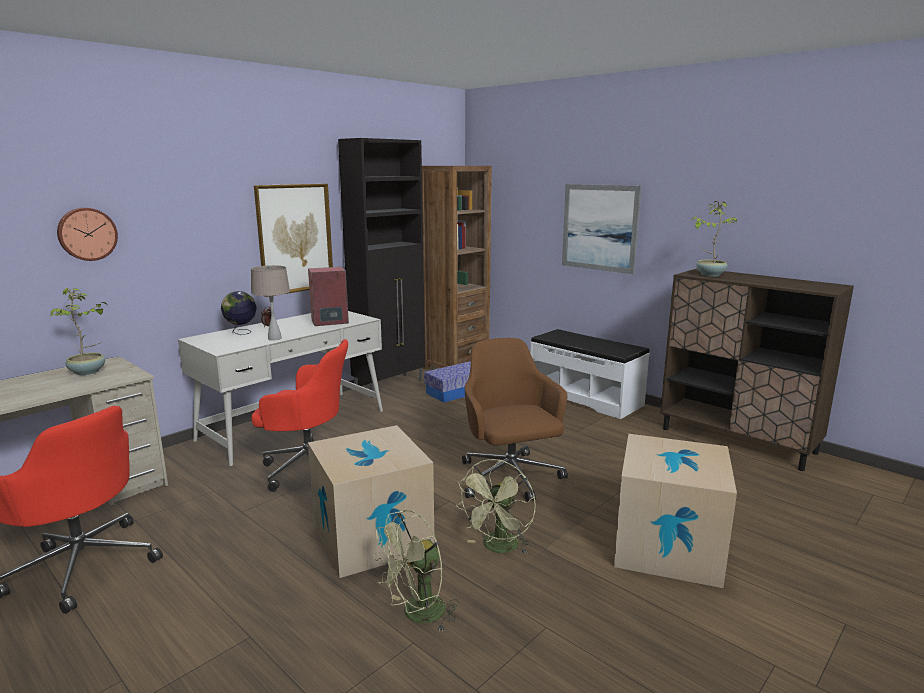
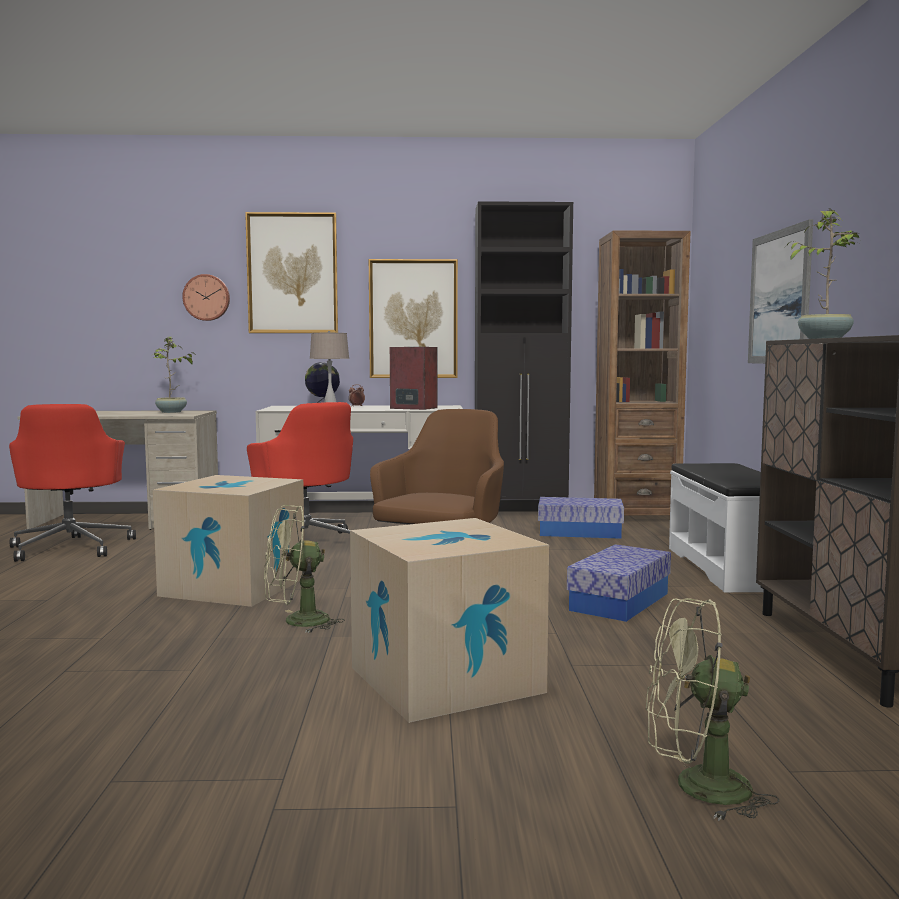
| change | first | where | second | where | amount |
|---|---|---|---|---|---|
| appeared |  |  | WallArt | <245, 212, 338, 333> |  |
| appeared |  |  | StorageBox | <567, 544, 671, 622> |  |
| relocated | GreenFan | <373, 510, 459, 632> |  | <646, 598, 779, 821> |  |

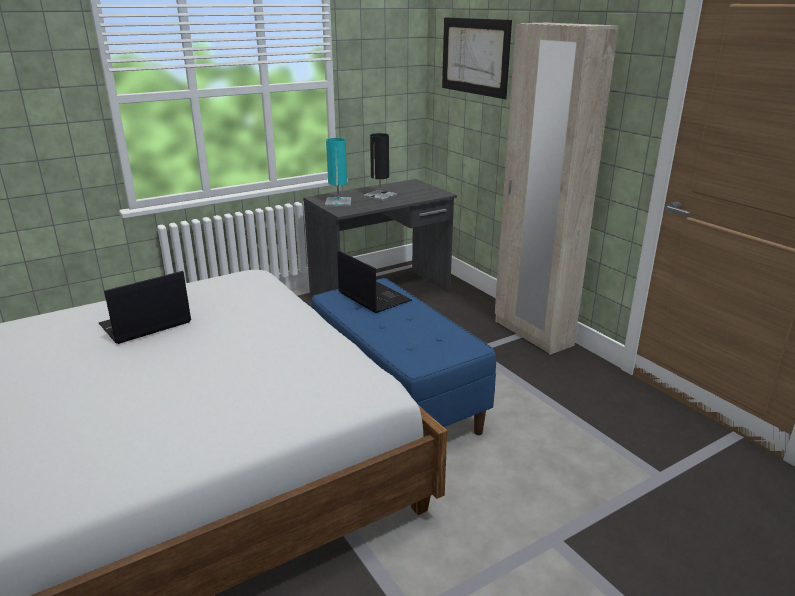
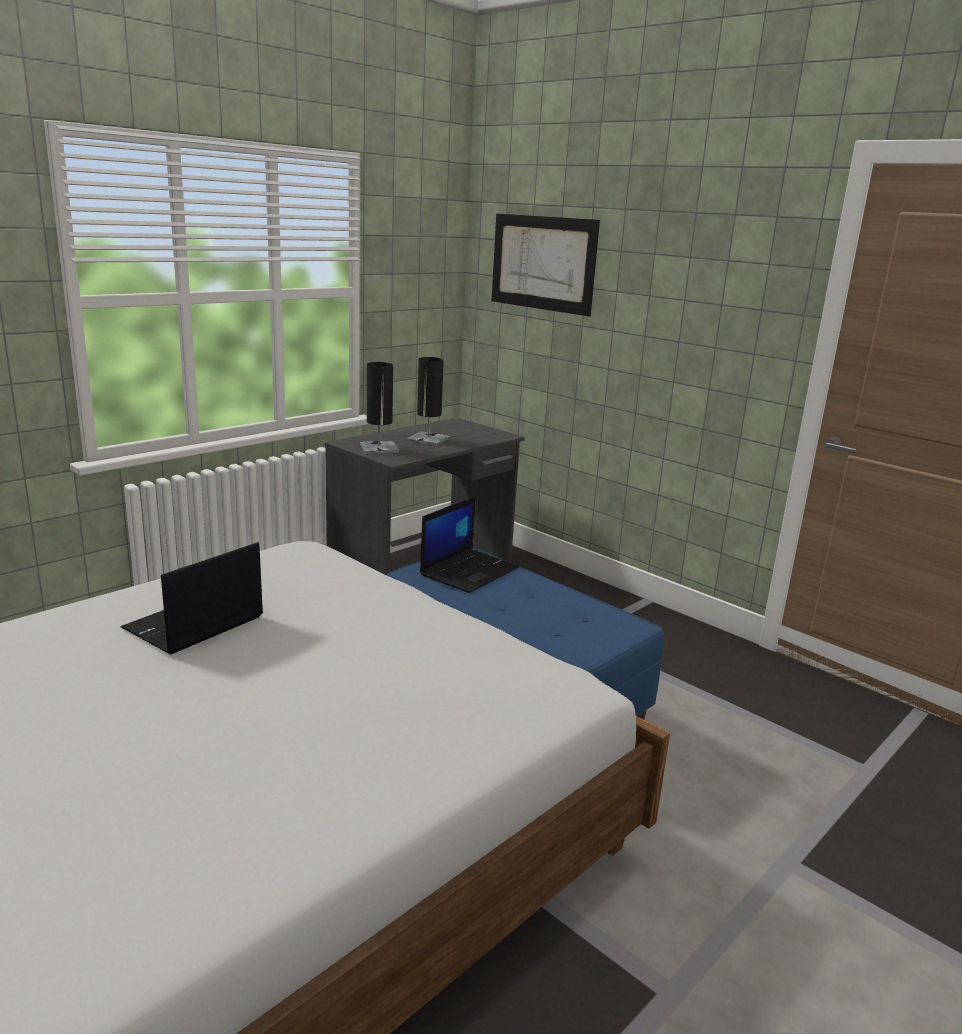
| change | first | where | second | where | amount |
|---|---|---|---|---|---|
| missing | SandColouredClothesCupboard | <495, 23, 619, 355> |  |  |  |
| colour | TurquoiseLampForATable | <325, 138, 351, 207> | BlackColouredLampForATable | <360, 362, 399, 454> |  |
| spun | NotebookComputer | <337, 250, 412, 313> |  | <420, 496, 519, 593> | 90 degrees clockwise |

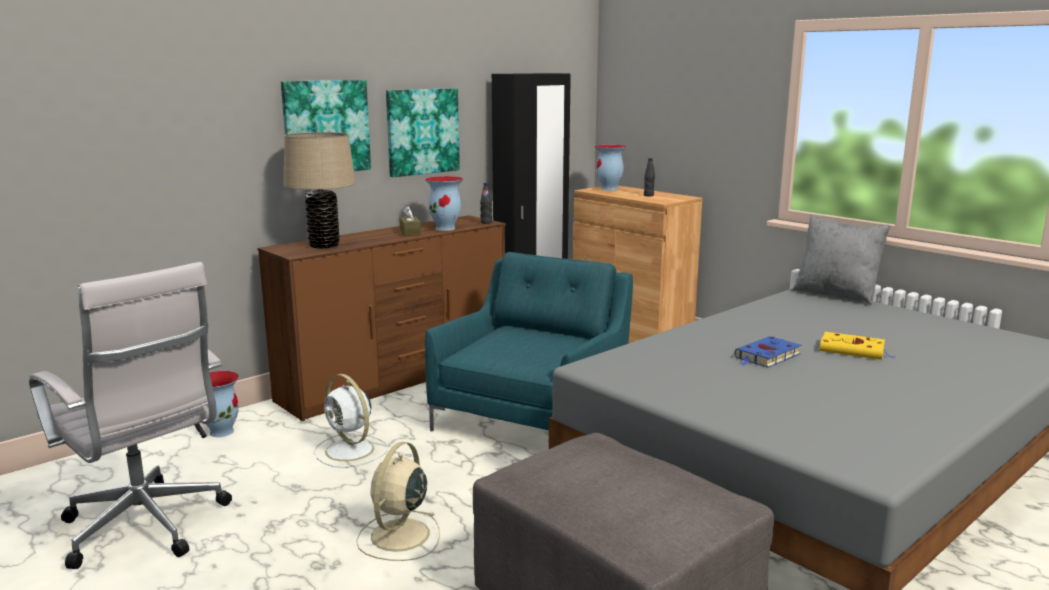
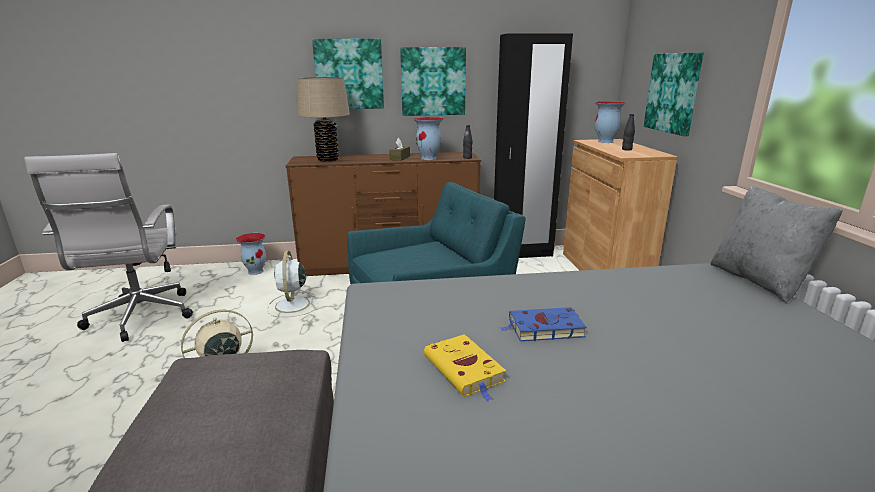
| change | first | where | second | where | amount |
|---|---|---|---|---|---|
| appeared |  |  | WallArt | <644, 52, 704, 136> |  |
| relocated | YellowColouredBook | <819, 332, 894, 360> |  | <424, 334, 506, 402> |  |

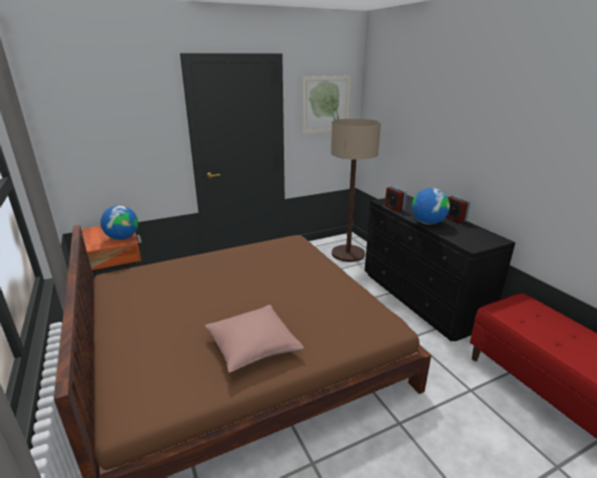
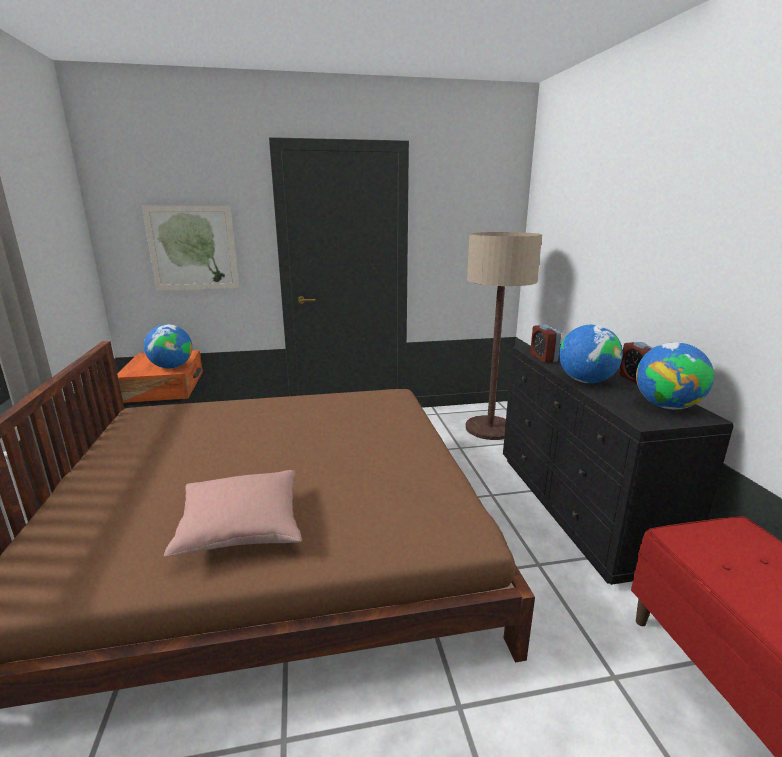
| change | first | where | second | where | amount |
|---|---|---|---|---|---|
| appeared |  |  | Globe | <636, 342, 714, 409> |  |
| relocated | WallArt | <302, 76, 351, 134> |  | <142, 206, 239, 291> |  |

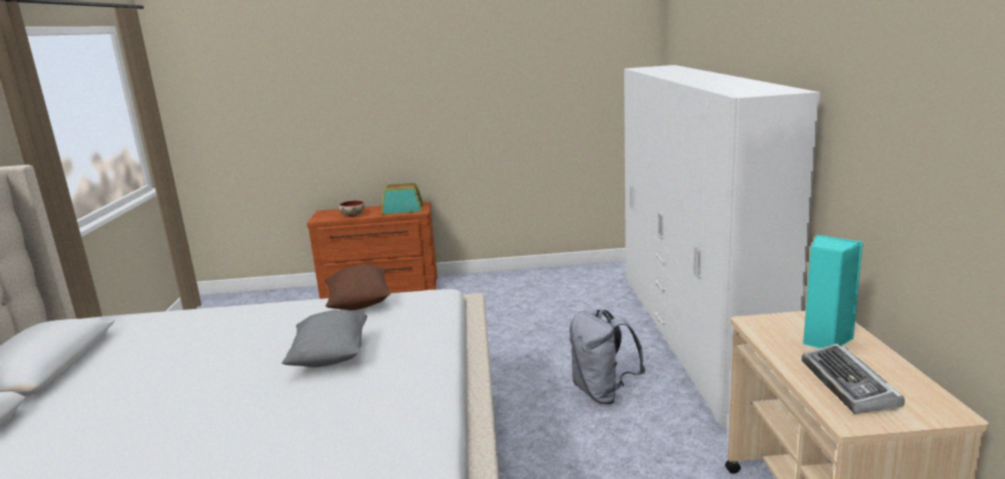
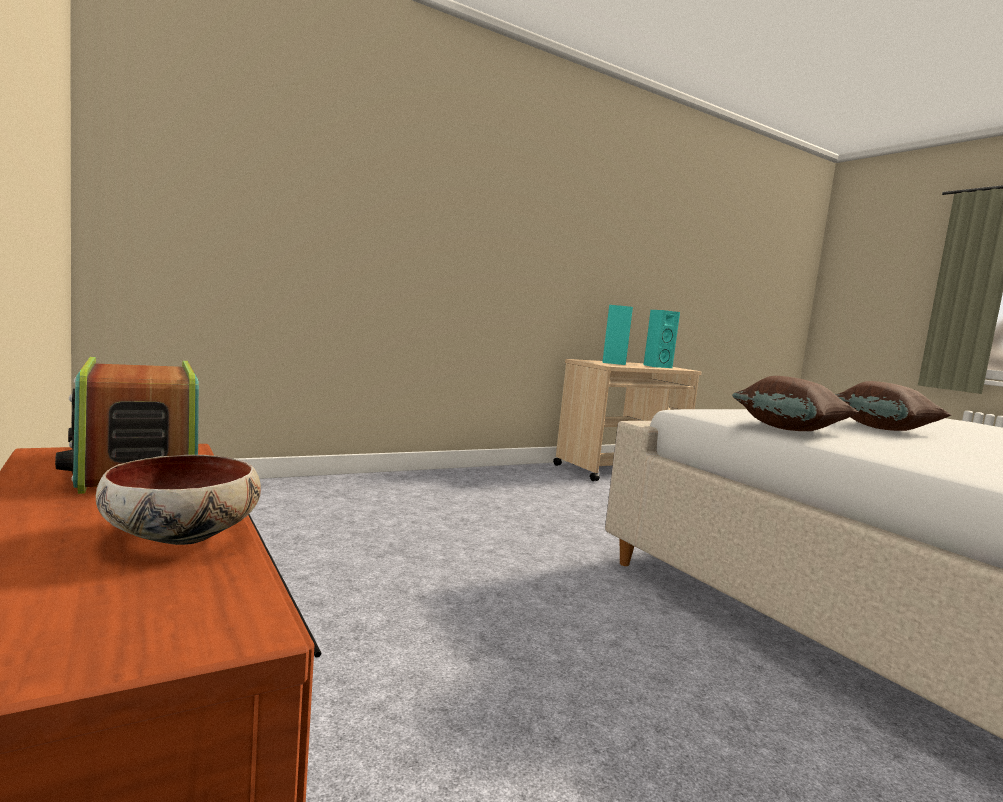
| change | first | where | second | where | amount |
|---|---|---|---|---|---|
| missing | GrayKnapsack | <570, 309, 645, 404> |  |  |  |
| missing | WhiteColouredClothesCupboard | <624, 65, 820, 428> |  |  |  |
| exchanged | ComputerKeyboard | <802, 343, 905, 414> | TurquoiseLoudspeaker | <644, 310, 680, 368> |  |
| colour | GrayCushion | <282, 310, 367, 367> | BrownColouredCushion | <835, 381, 951, 431> |  |

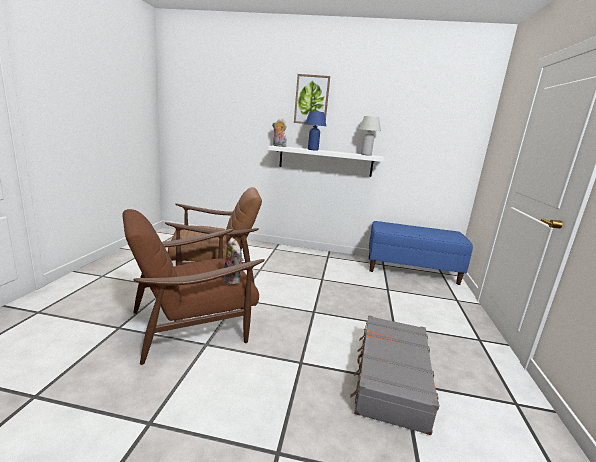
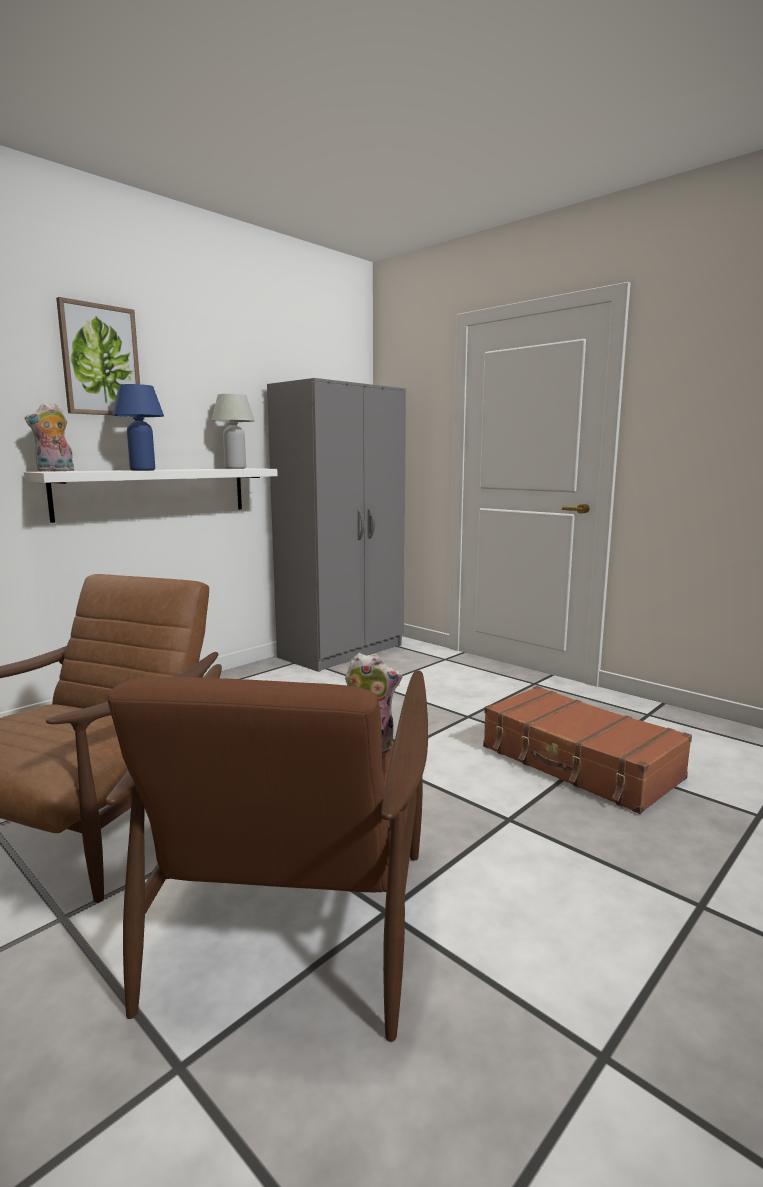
| change | first | where | second | where | amount |
|---|---|---|---|---|---|
| exchanged | BluishIndoorBench | <369, 221, 473, 285> | GrayClothesCupboard | <267, 378, 406, 672> |  |
| colour | GrayTravelCase | <350, 316, 439, 435> | BrownColouredTravelCase | <483, 686, 692, 814> |  |

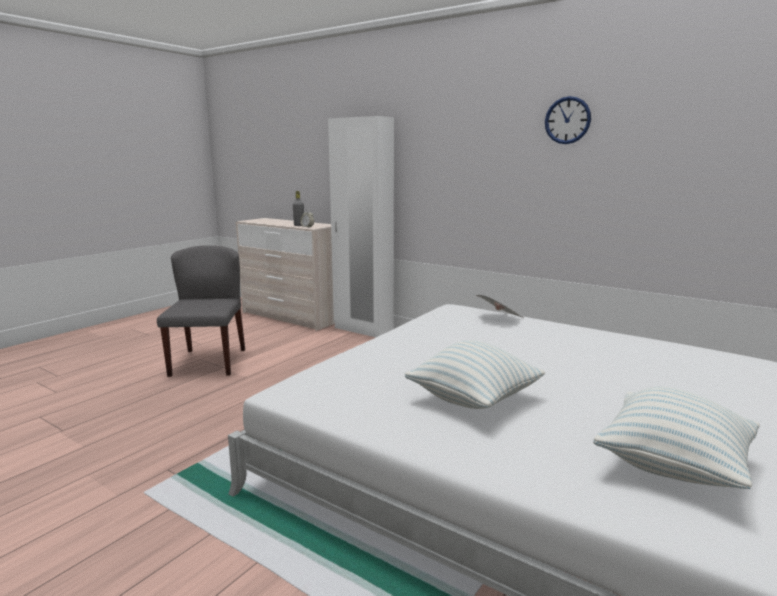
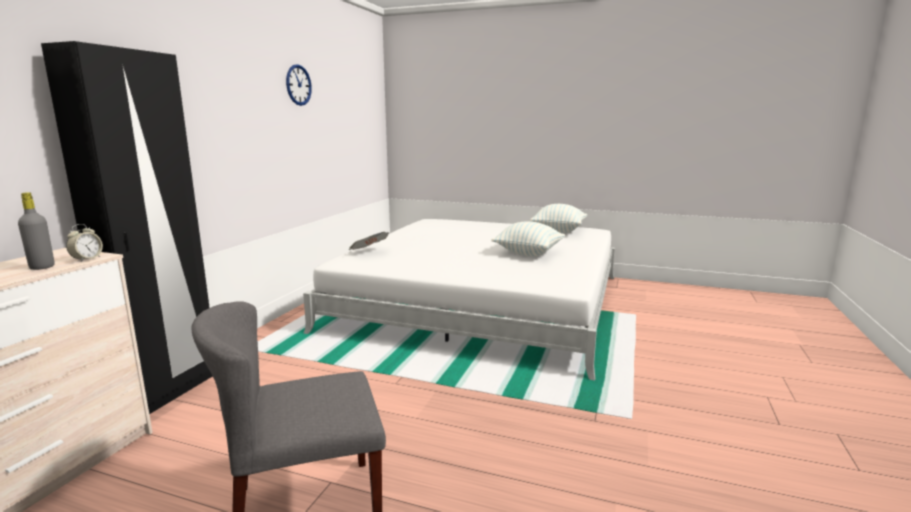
| change | first | where | second | where | amount |
|---|---|---|---|---|---|
| colour | WhiteColouredClothesCupboard | <328, 116, 394, 337> | BlackColouredClothesCupboard | <41, 41, 212, 414> |  |

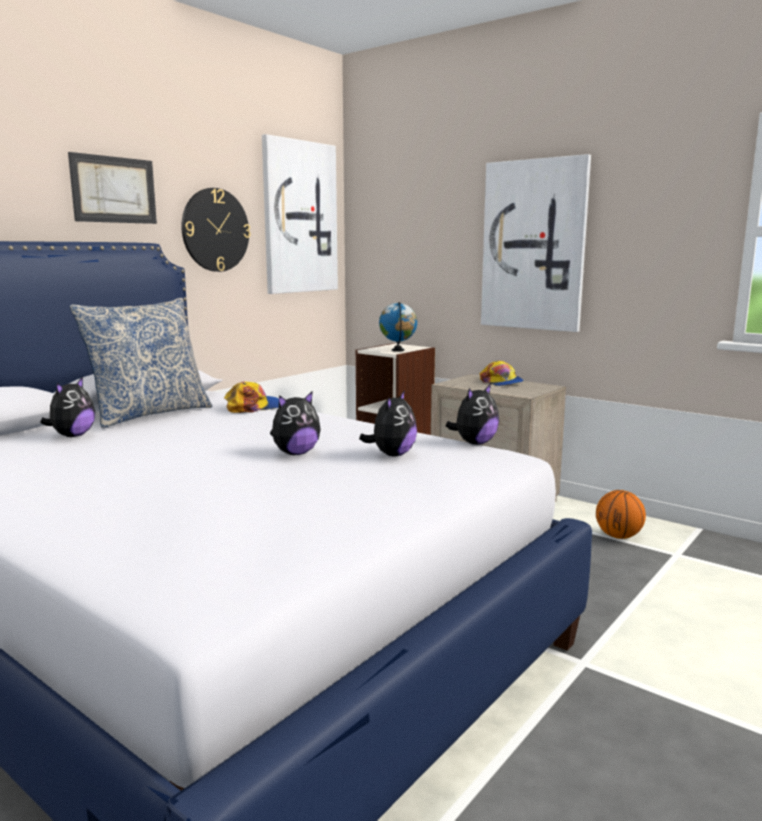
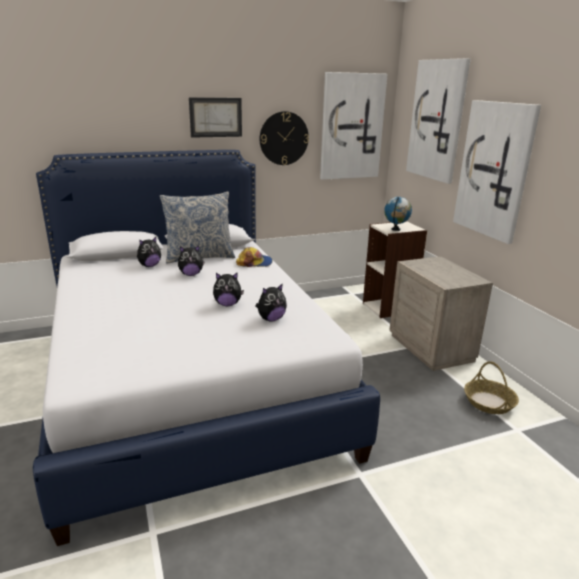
| change | first | where | second | where | amount |
|---|---|---|---|---|---|
| missing | Cap | <480, 361, 524, 386> |  |  |  |
| appeared |  |  | WallArt | <406, 58, 470, 184> |  |
| relocated | SoftToy | <446, 384, 499, 445> |  | <178, 246, 205, 276> |  |
| exchanged | Basketball | <596, 490, 646, 539> | StorageBasket | <464, 361, 519, 414> |  |

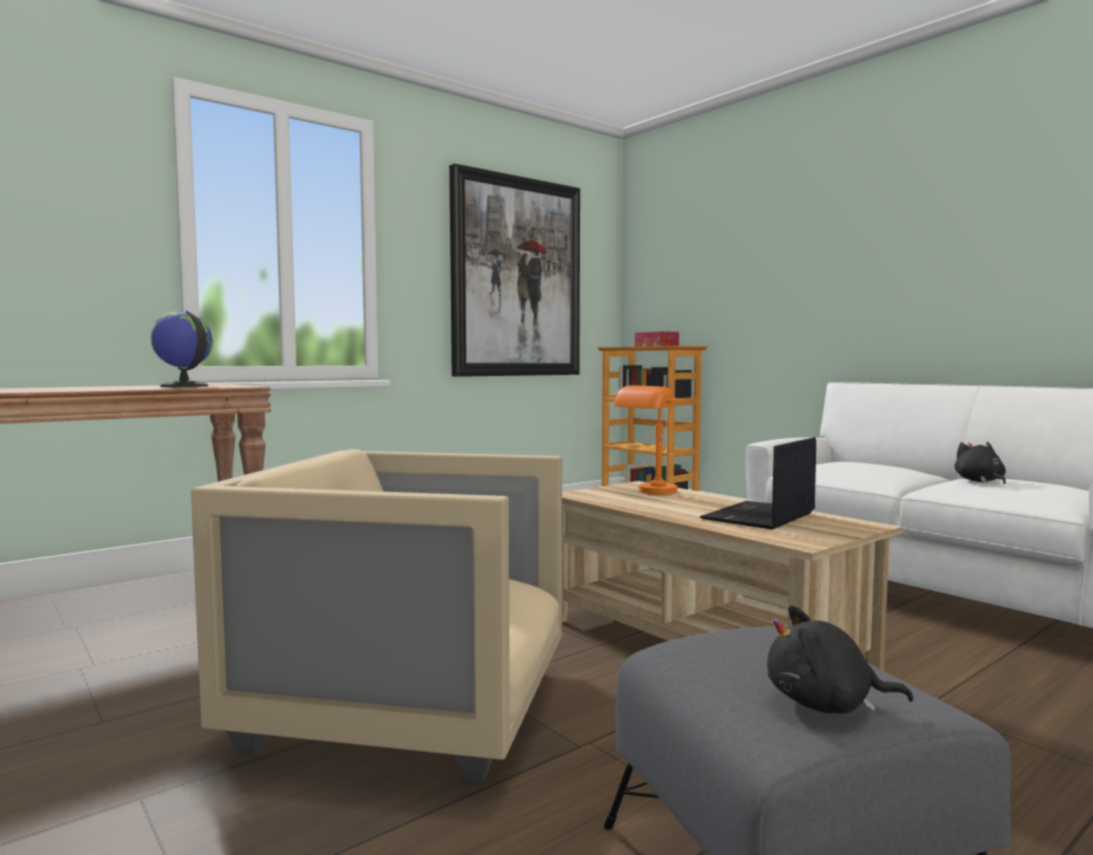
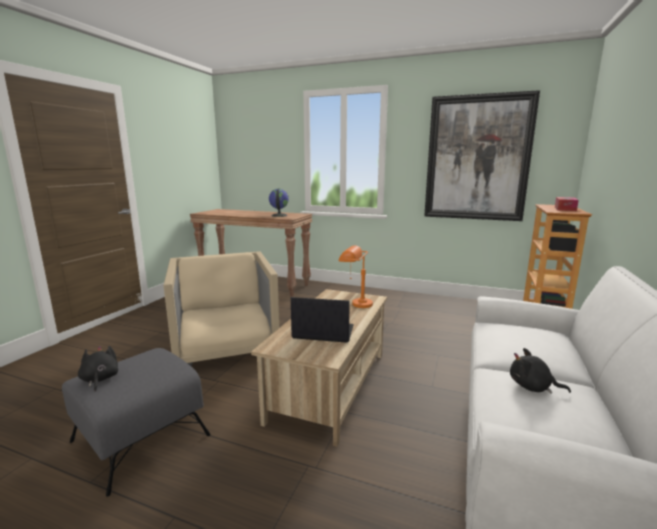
| change | first | where | second | where | amount |
|---|---|---|---|---|---|
| spun | BlackColouredSoftToy | <955, 442, 1006, 484> |  | <510, 348, 571, 394> | 120 degrees counterclockwise |

